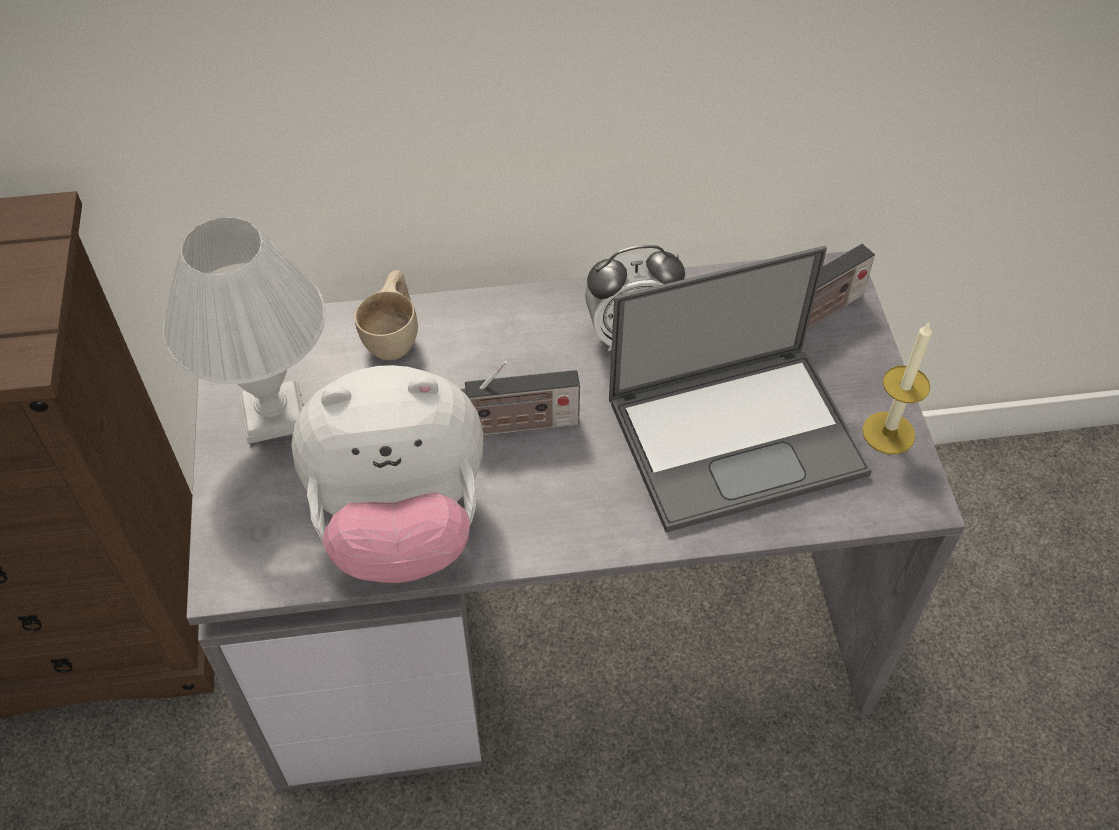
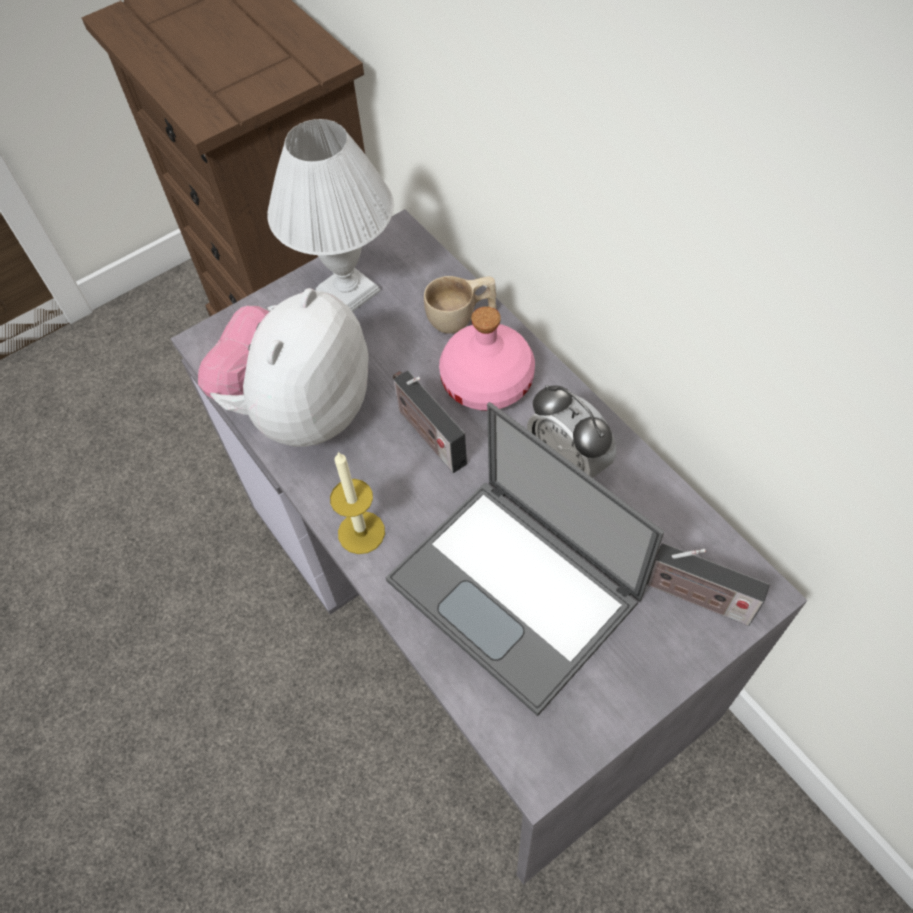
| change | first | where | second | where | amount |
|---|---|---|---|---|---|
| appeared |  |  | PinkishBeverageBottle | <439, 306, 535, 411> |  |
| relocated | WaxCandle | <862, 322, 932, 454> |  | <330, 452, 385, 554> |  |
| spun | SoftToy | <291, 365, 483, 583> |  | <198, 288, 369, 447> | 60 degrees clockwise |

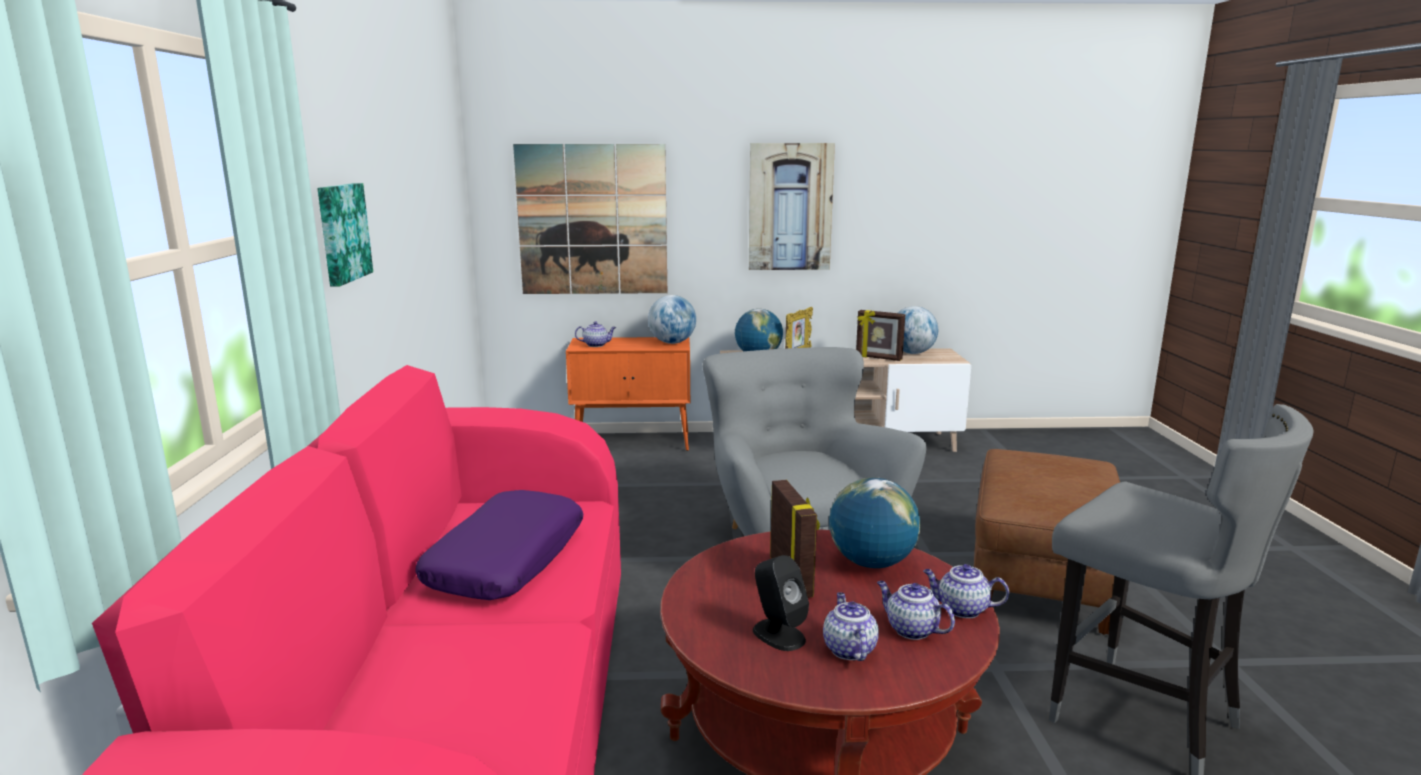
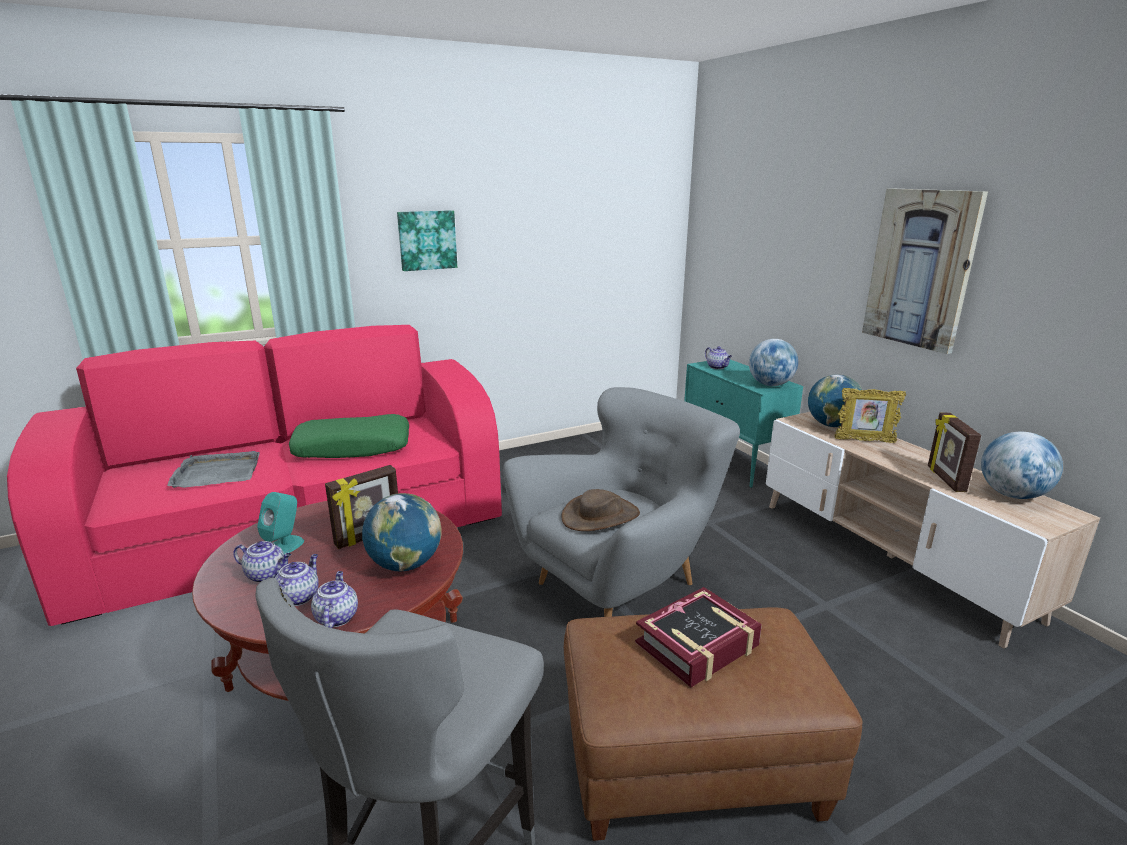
| change | first | where | second | where | amount |
|---|---|---|---|---|---|
| missing | WallArt | <513, 144, 667, 294> |  |  |  |
| appeared |  |  | GrayTray | <167, 451, 260, 488> |  |
| appeared |  |  | BrownColouredWearableHat | <562, 489, 640, 531> |  |
| appeared |  |  | Book | <635, 587, 762, 687> |  |
| colour | PurplishCushion | <415, 490, 583, 600> | GreenCushion | <289, 414, 409, 458> |  |
| colour | OrangeColouredStorageCabinet | <566, 337, 690, 451> | TurquoiseStorageCabinet | <684, 360, 803, 488> |  |
| colour | BlackColouredLoudspeaker | <753, 555, 809, 651> | TurquoiseLoudspeaker | <257, 492, 304, 554> |  |
| spun | PotForTea | <823, 592, 879, 661> |  | <233, 541, 291, 583> | 45 degrees clockwise |

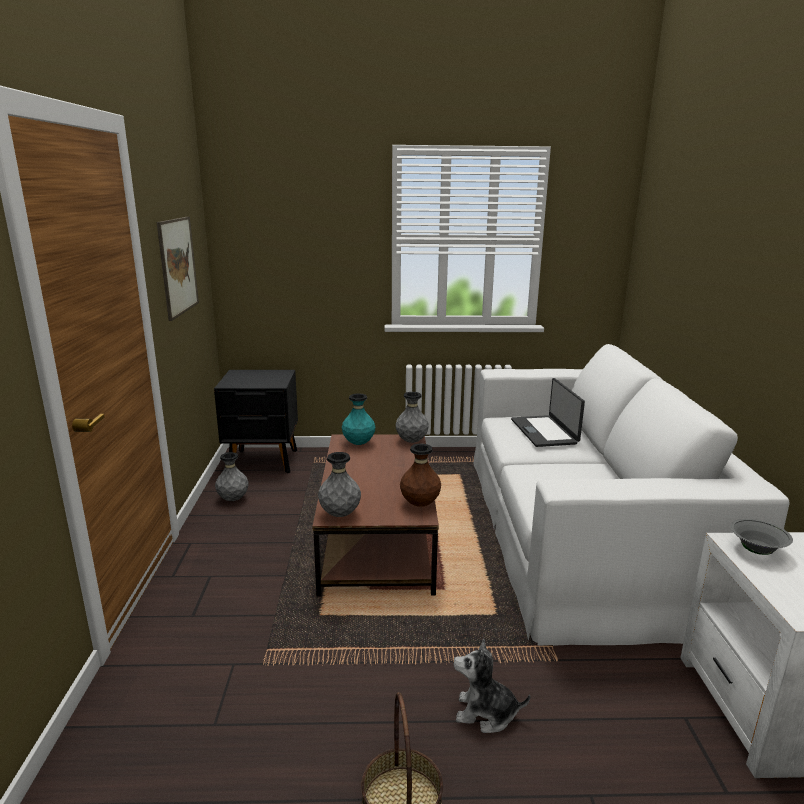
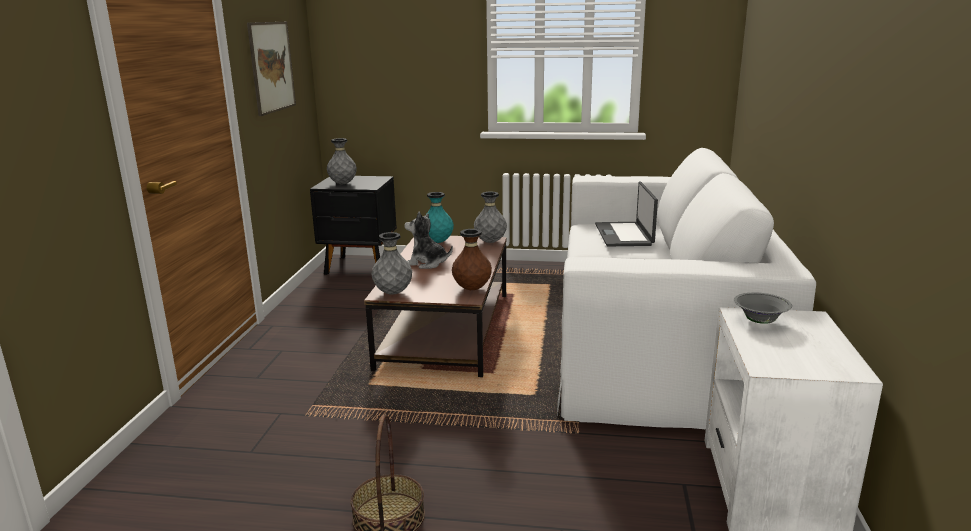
| change | first | where | second | where | amount |
|---|---|---|---|---|---|
| relocated | GrayVase | <215, 452, 248, 501> |  | <327, 138, 357, 184> |  |
| relocated | SoftToy | <454, 638, 531, 733> |  | <404, 212, 453, 269> |  |

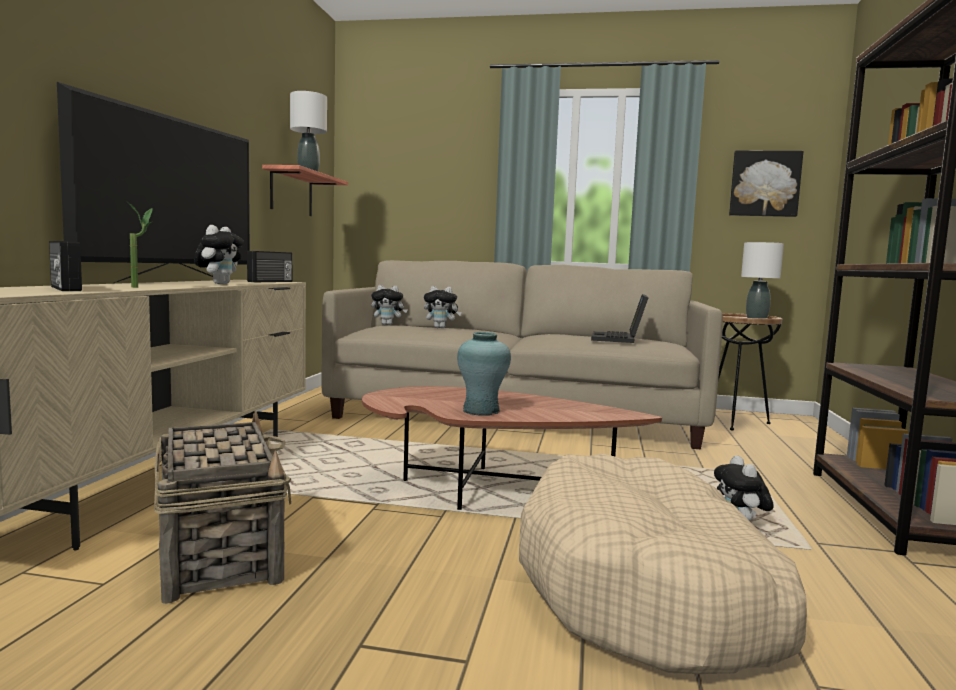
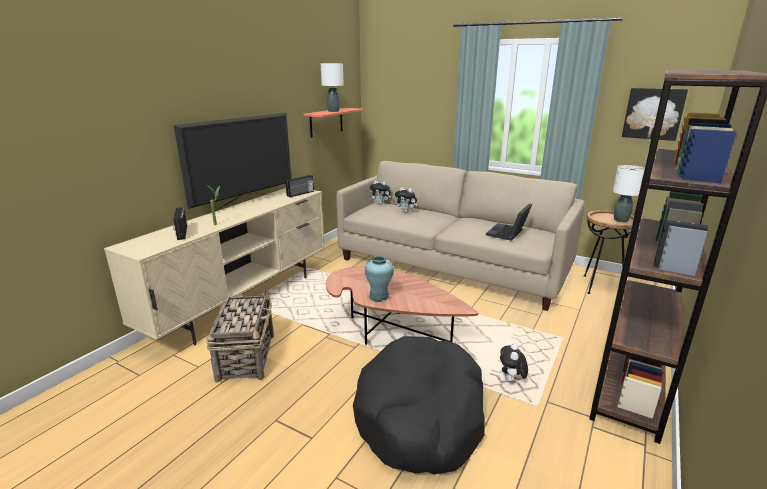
| change | first | where | second | where | amount |
|---|---|---|---|---|---|
| missing | SoftToy | <194, 225, 244, 284> |  |  |  |
| colour | SandColouredDogCushion | <519, 453, 807, 674> | BlackColouredDogCushion | <353, 336, 485, 474> |  |

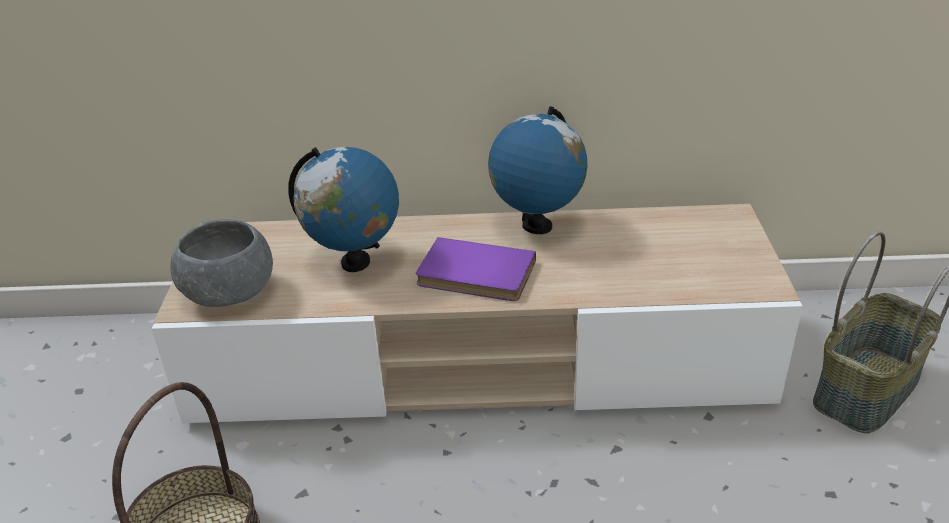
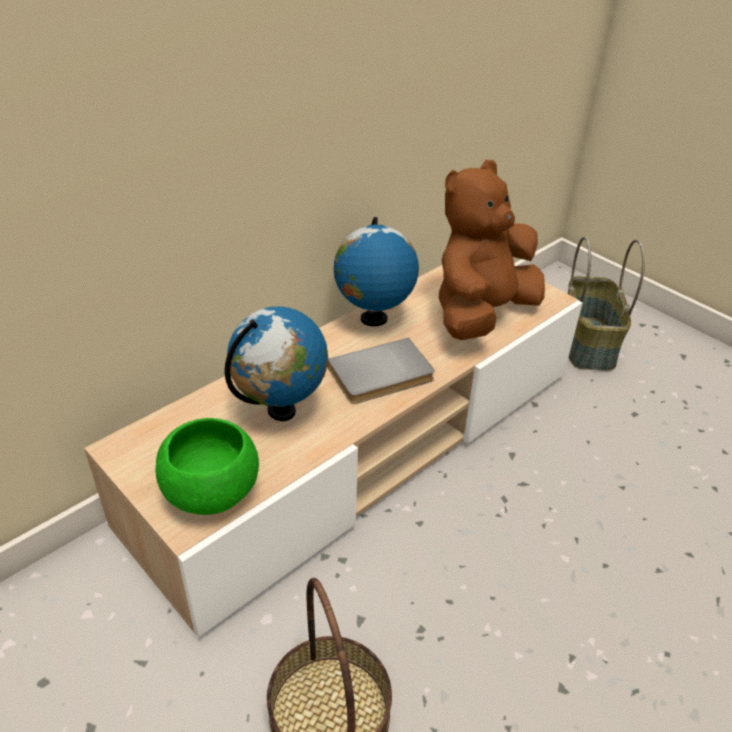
| change | first | where | second | where | amount |
|---|---|---|---|---|---|
| appeared |  |  | BrownColouredSoftToy | <438, 160, 545, 340> |  |
| colour | GrayServingBowl | <170, 219, 273, 307> | GreenServingBowl | <155, 418, 259, 515> |  |
| colour | PurplishBook | <416, 237, 536, 301> | GrayBook | <327, 338, 435, 404> |  |

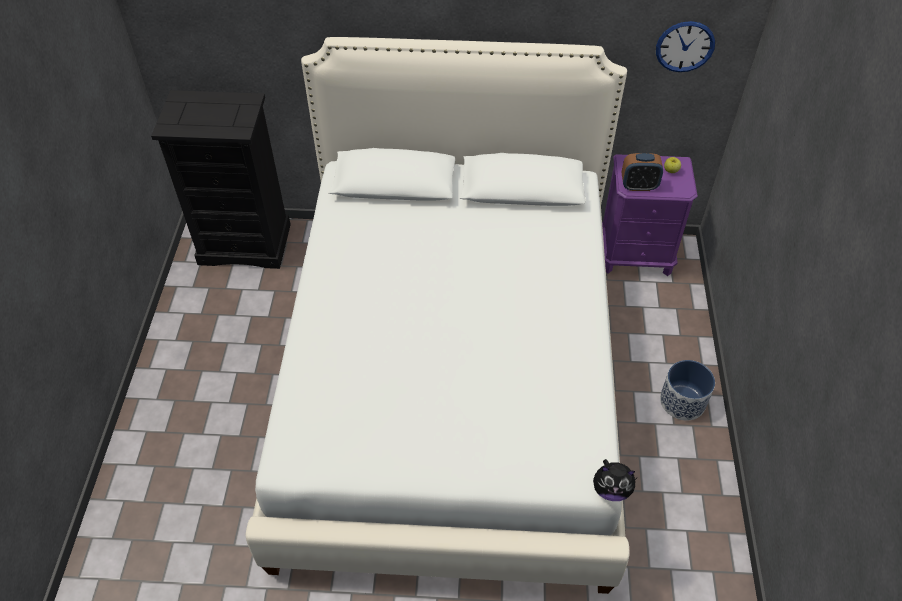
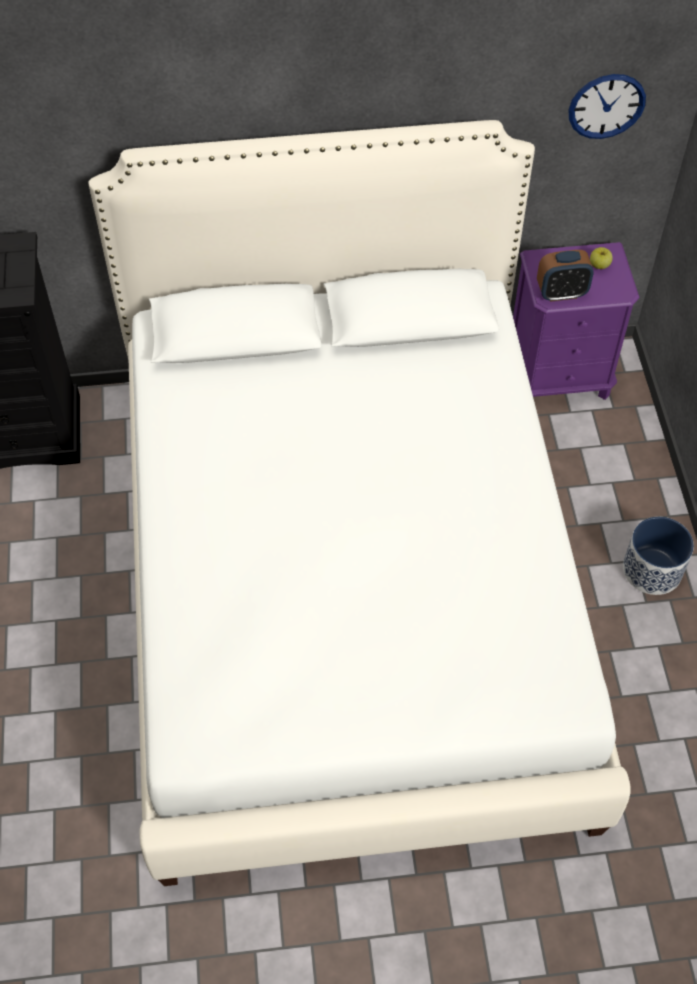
| change | first | where | second | where | amount |
|---|---|---|---|---|---|
| missing | SoftToy | <593, 459, 638, 501> |  |  |  |

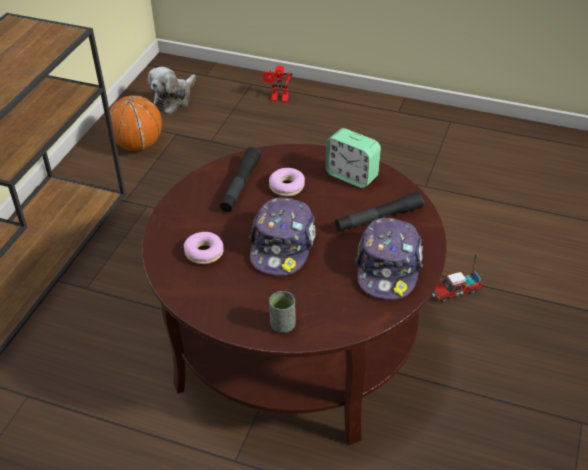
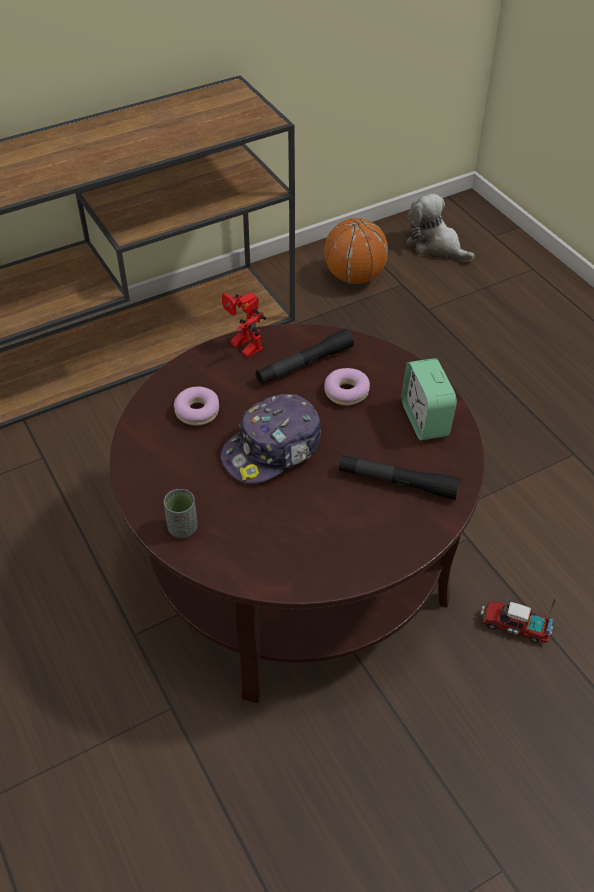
| change | first | where | second | where | amount |
|---|---|---|---|---|---|
| missing | Cap | <355, 218, 423, 300> |  |  |  |
| relocated | ToyRobot | <263, 66, 293, 103> |  | <222, 293, 266, 358> |  |
| spun | SoftToy | <148, 67, 196, 114> |  | <406, 193, 475, 262> | 60 degrees clockwise |

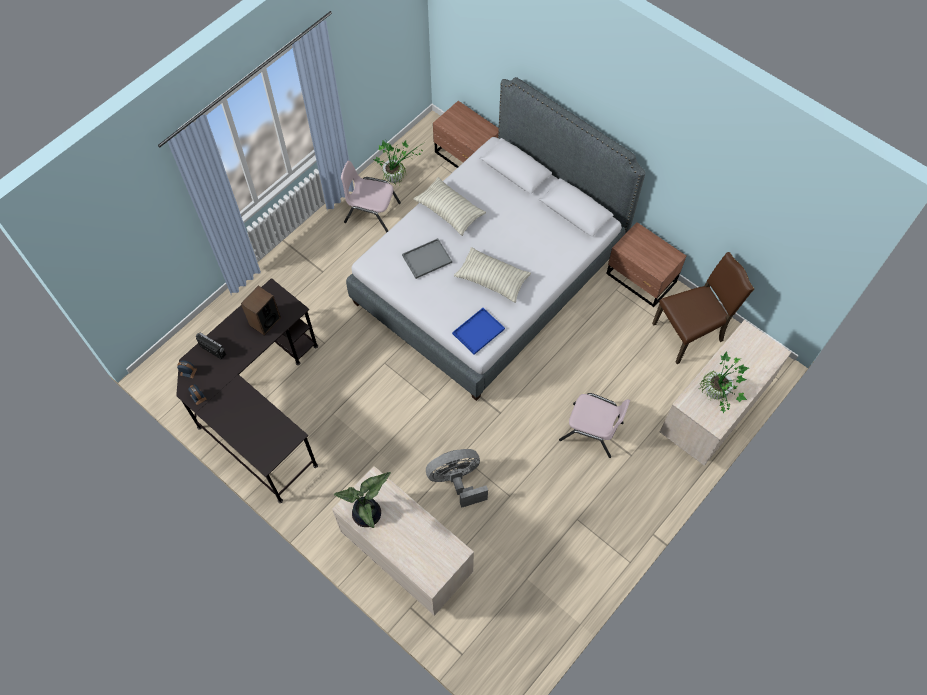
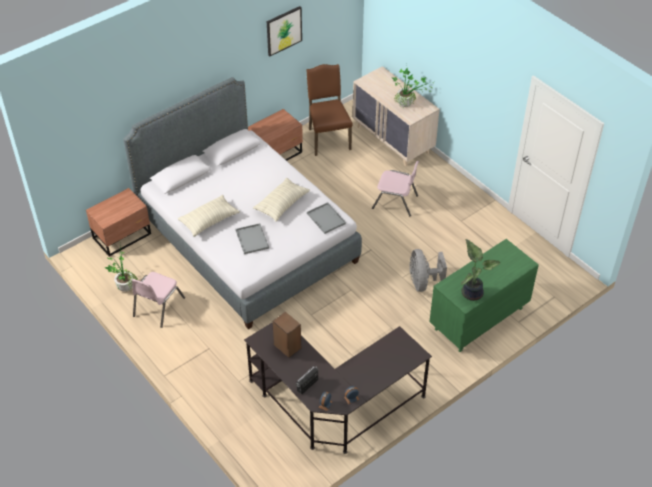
| change | first | where | second | where | amount |
|---|---|---|---|---|---|
| appeared |  |  | WallArt | <267, 6, 302, 56> |  |
| colour | SandColouredDresser | <332, 466, 474, 616> | GreenDresser | <429, 239, 539, 352> |  |
| colour | BluishTray | <452, 308, 505, 355> | GrayTray | <307, 202, 346, 234> |  |
| spun | PinkishChair | <559, 393, 630, 458> |  | <372, 161, 419, 216> | 75 degrees clockwise |

